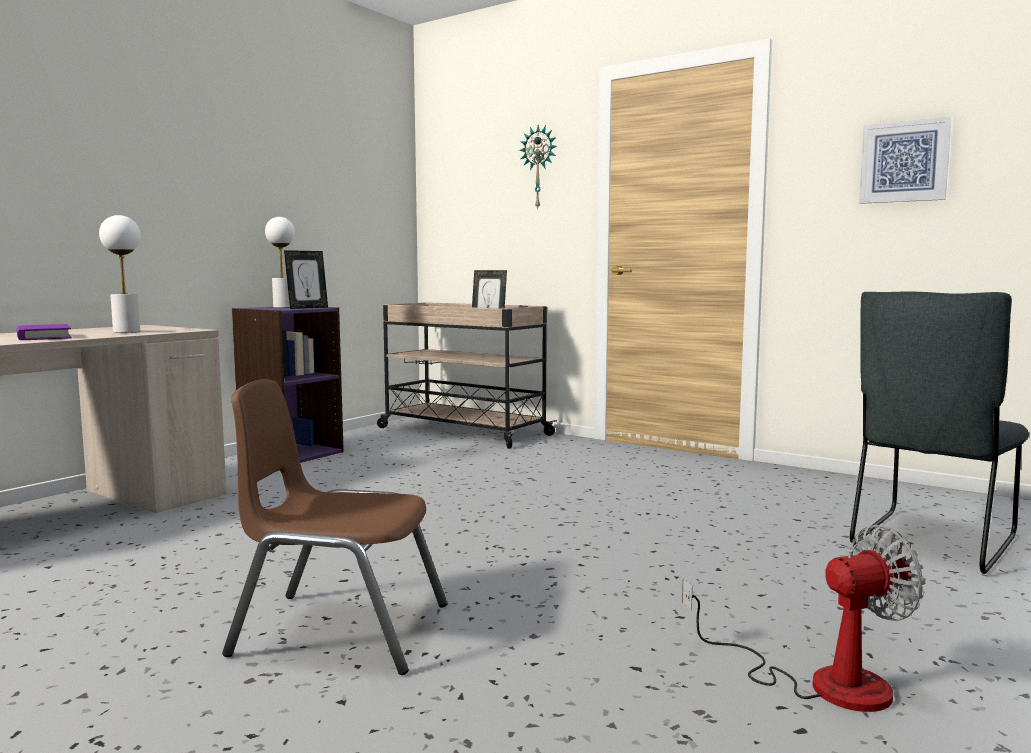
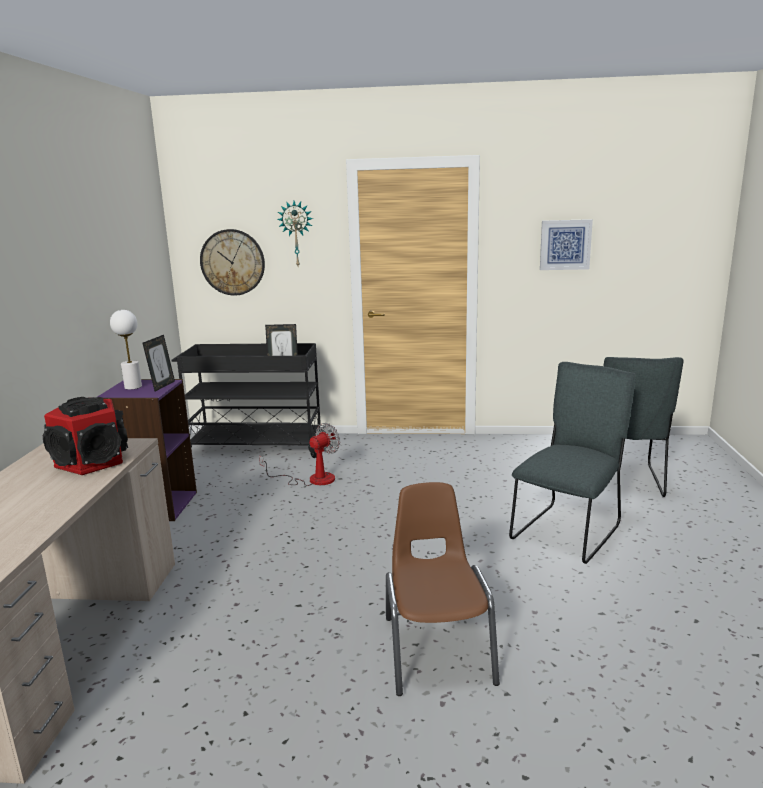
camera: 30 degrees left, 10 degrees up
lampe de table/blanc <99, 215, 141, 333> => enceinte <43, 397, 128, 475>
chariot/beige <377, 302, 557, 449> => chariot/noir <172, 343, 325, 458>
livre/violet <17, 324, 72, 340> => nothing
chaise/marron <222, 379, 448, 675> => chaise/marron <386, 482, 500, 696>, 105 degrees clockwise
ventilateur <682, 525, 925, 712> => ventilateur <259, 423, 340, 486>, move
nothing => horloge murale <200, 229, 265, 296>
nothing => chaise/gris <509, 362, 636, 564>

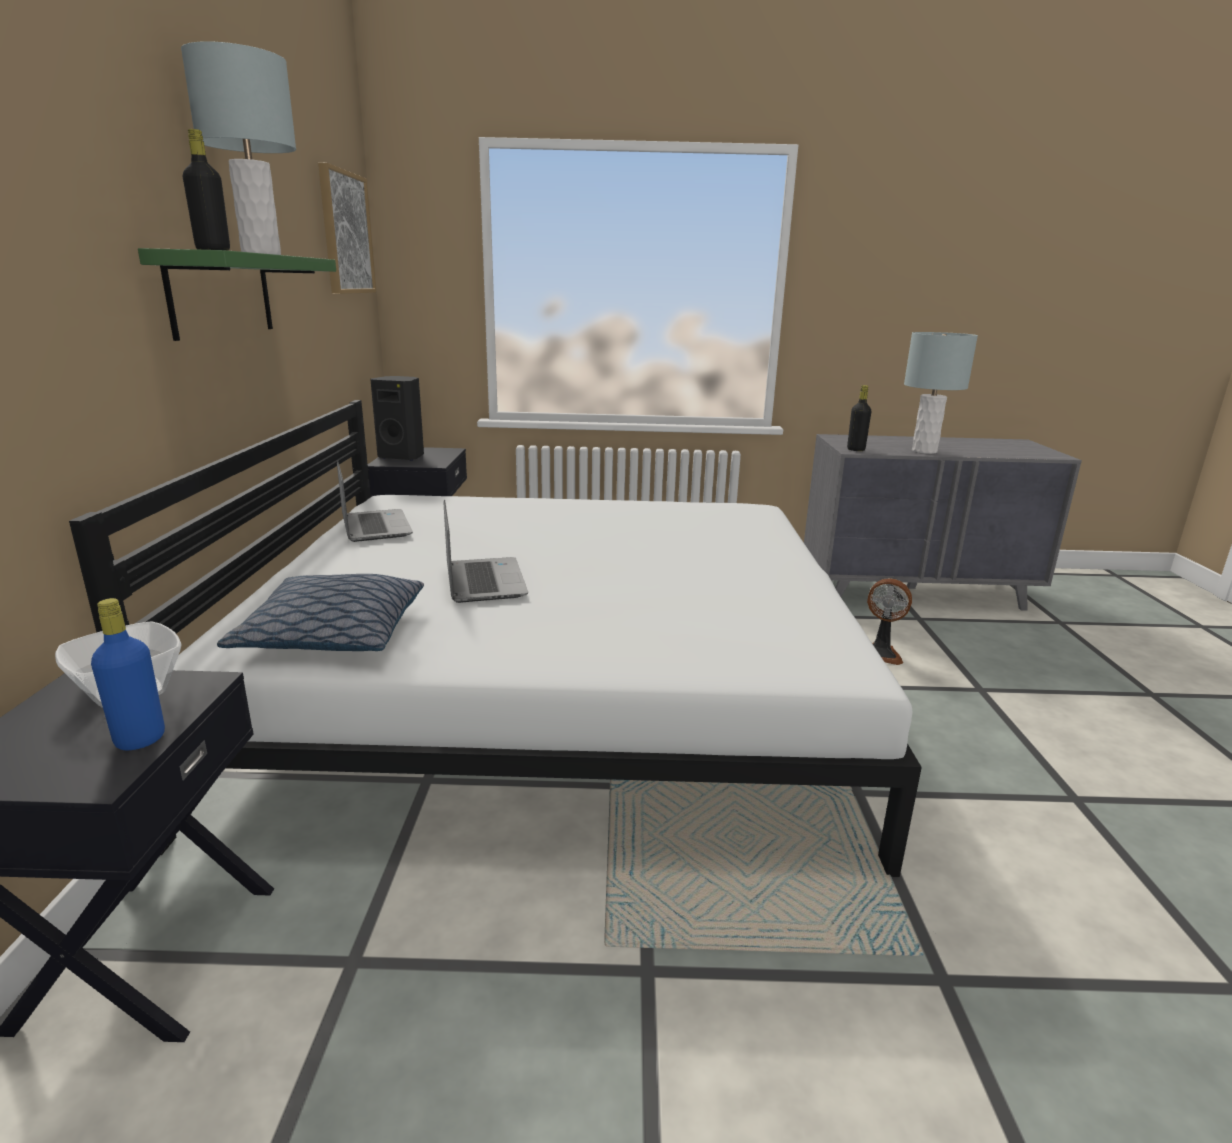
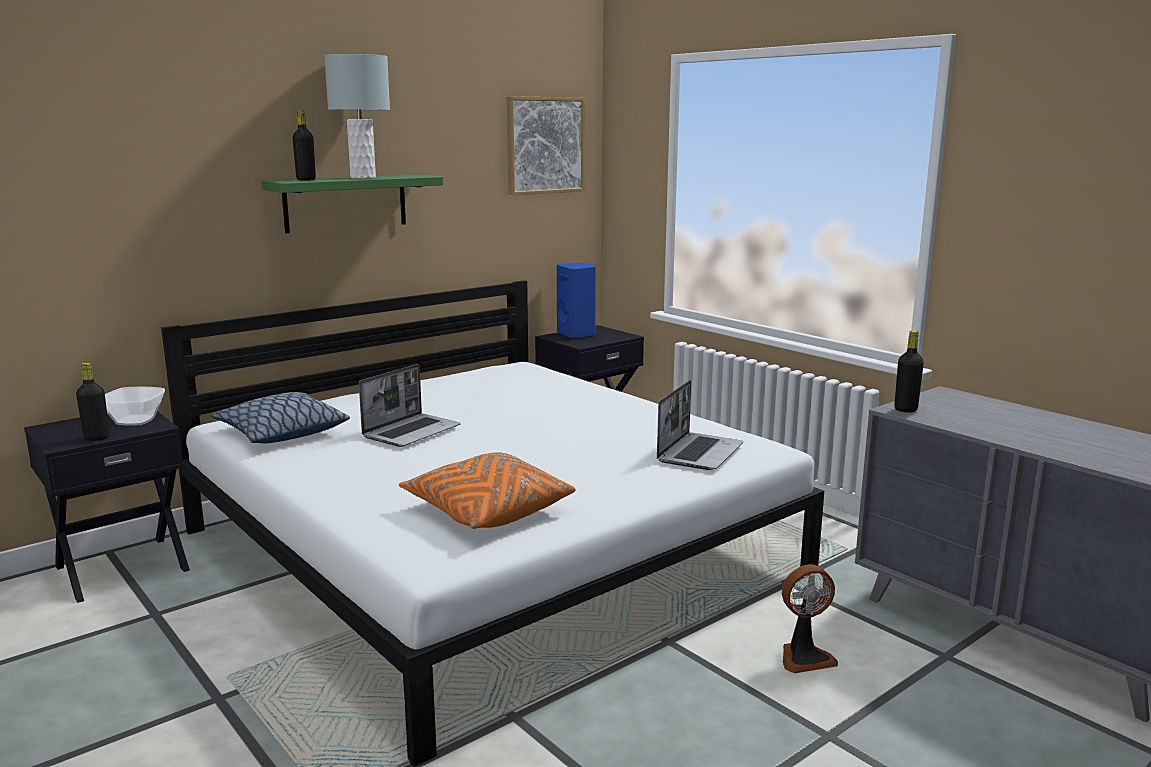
camera: 50 degrees right, 5 degrees down
lampe de table/gris <904, 332, 978, 454> => nothing
enceinte/noir <370, 376, 424, 461> => enceinte/bleu <557, 263, 596, 339>
ordinateur portable <337, 461, 413, 542> => ordinateur portable <657, 380, 743, 470>, move
ventilateur <867, 578, 912, 665> => ventilateur <782, 564, 838, 674>, 90 degrees counterclockwise
bouteille/bleu <91, 598, 165, 750> => bouteille/noir <76, 363, 110, 441>
nothing => coussin/orange <399, 452, 576, 529>

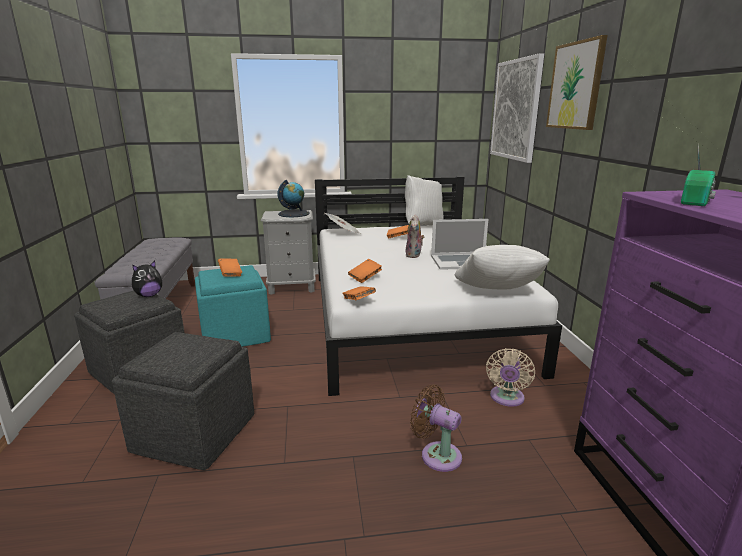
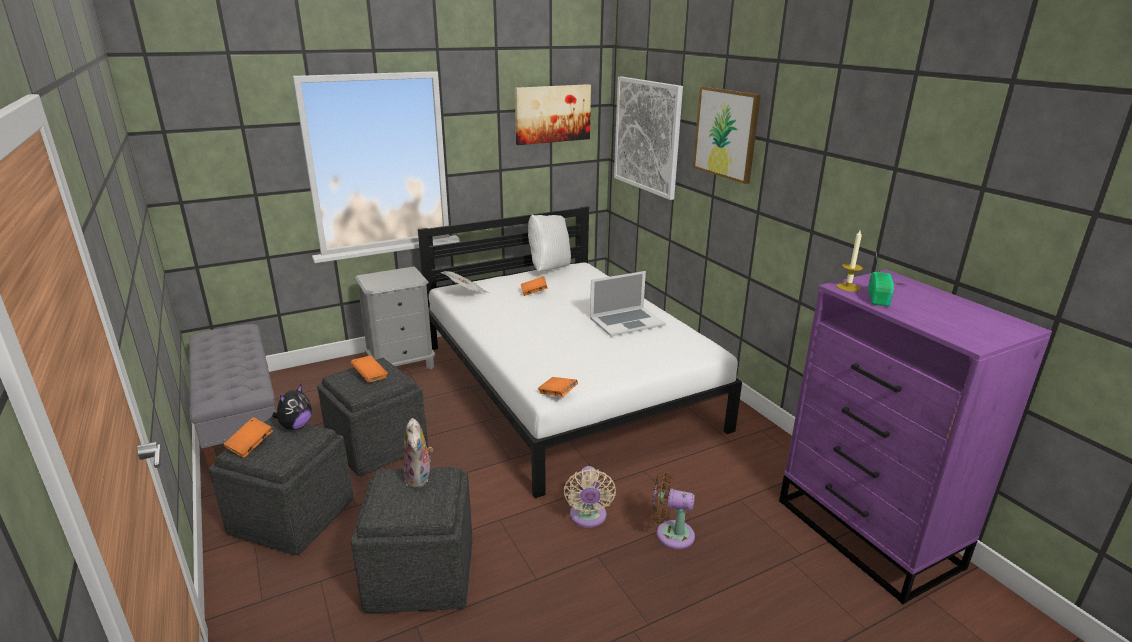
camera: 20 degrees left, 5 degrees up
globe <278, 180, 310, 217> => nothing
peluche <405, 214, 424, 258> => peluche <404, 418, 433, 488>, move
coussin/blanc <455, 245, 550, 290> => nothing
livre/orange <348, 259, 382, 283> => livre/orange <224, 417, 273, 457>, move
pouf/turquoise <195, 265, 271, 347> => pouf/gris <317, 358, 428, 476>
ventilateur/beige <486, 348, 535, 407> => ventilateur/beige <564, 466, 616, 528>, move
nothing => tableau <515, 84, 591, 145>
nothing => bougie <837, 230, 863, 292>

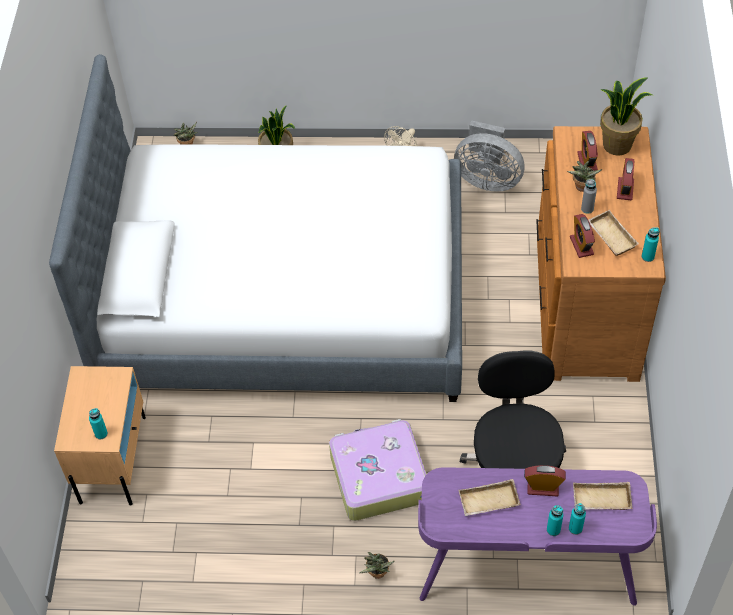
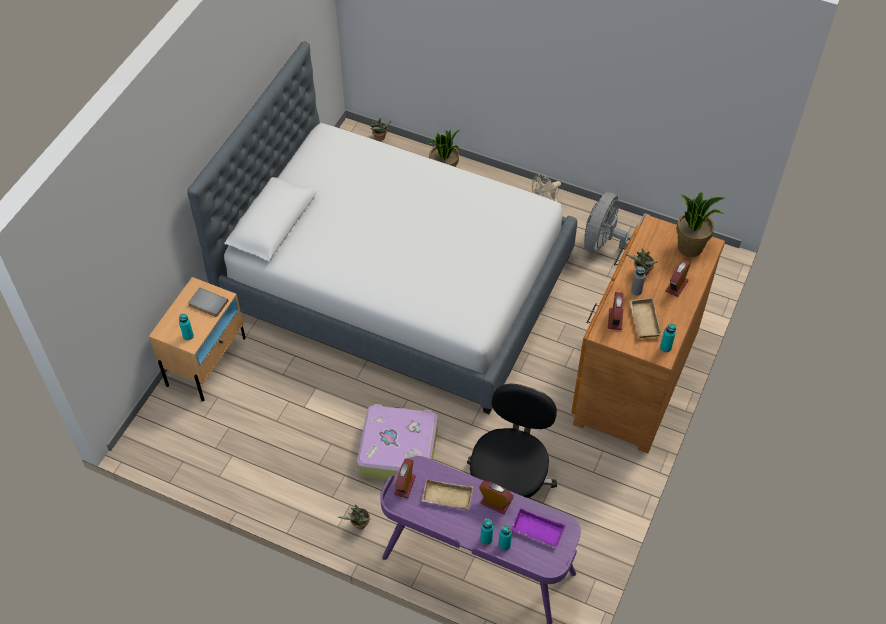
camera: 20 degrees right, 0 degrees up
ventilateur/gris <454, 121, 525, 192> => ventilateur/gris <584, 192, 650, 253>, 75 degrees clockwise
réveil <577, 131, 598, 171> => réveil <394, 458, 416, 498>, move
plateau/beige <573, 482, 633, 510> => plateau/violet <511, 508, 566, 547>
nothing => livre/gris <188, 287, 228, 317>

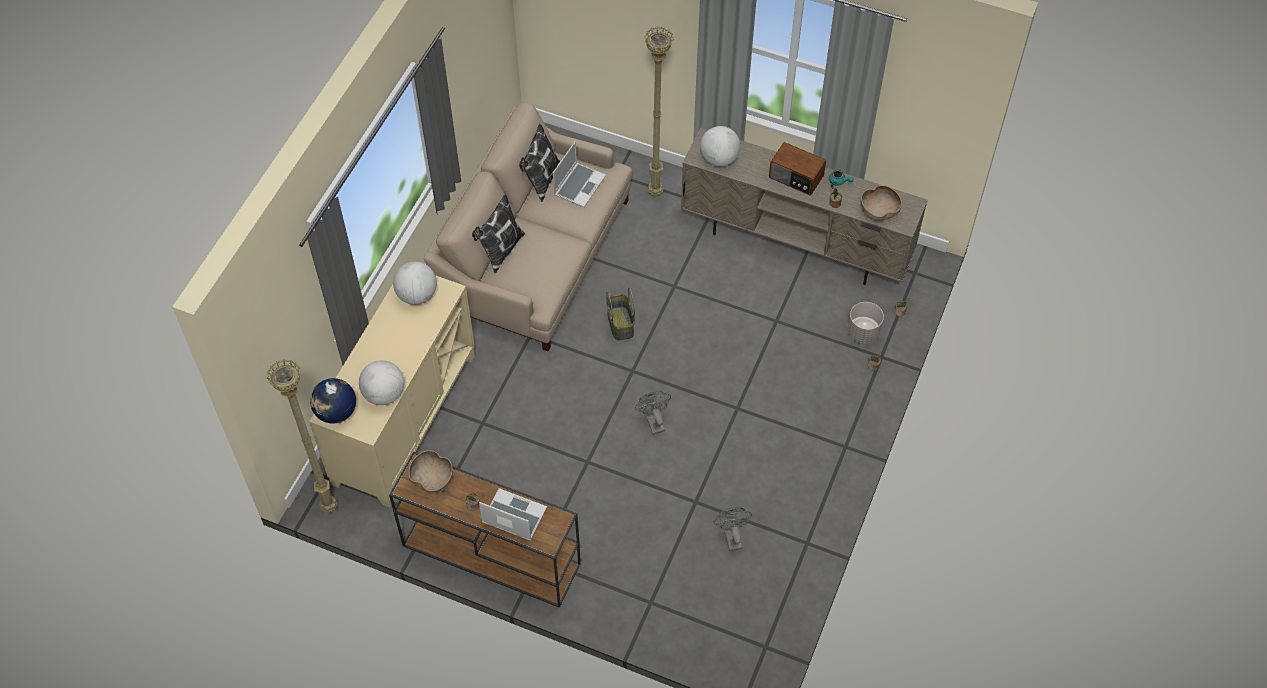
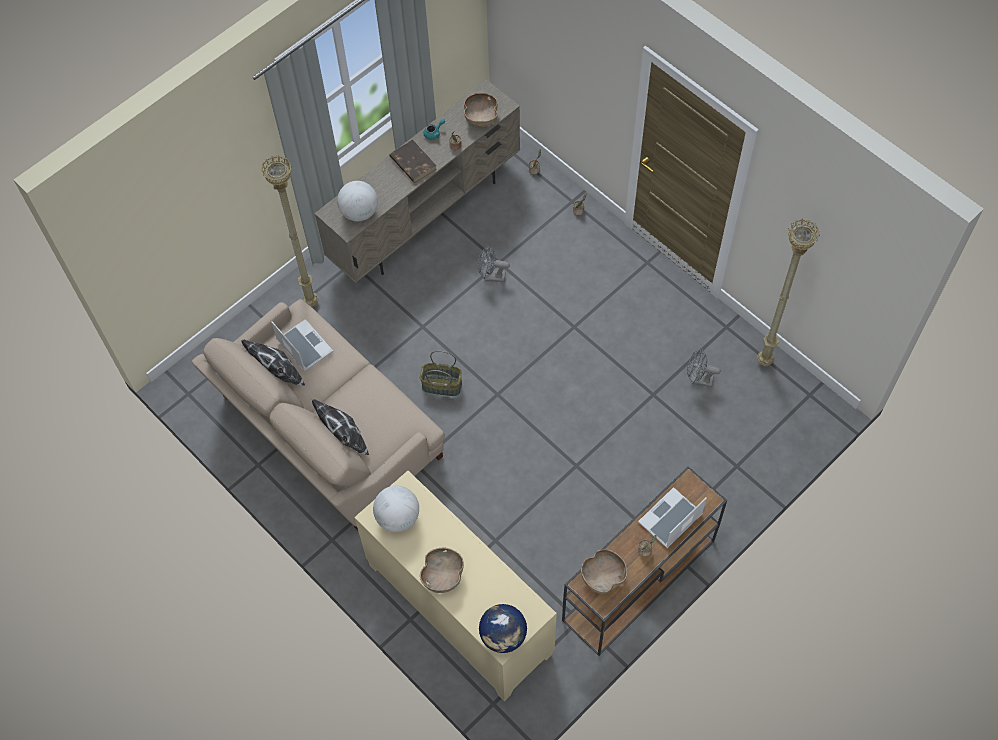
camera: 65 degrees left, 5 degrees up
radio <769, 142, 826, 195> => livre/marron <390, 139, 436, 183>
cache-pot/gris <847, 302, 884, 344> => nothing
lampadaire/beige <267, 359, 337, 514> => lampadaire/beige <757, 219, 820, 366>, move
globe <359, 360, 404, 405> => nothing
ventilateur/gris <635, 391, 671, 435> => ventilateur/gris <478, 245, 510, 282>, move
nothing => bol/marron <420, 548, 464, 593>

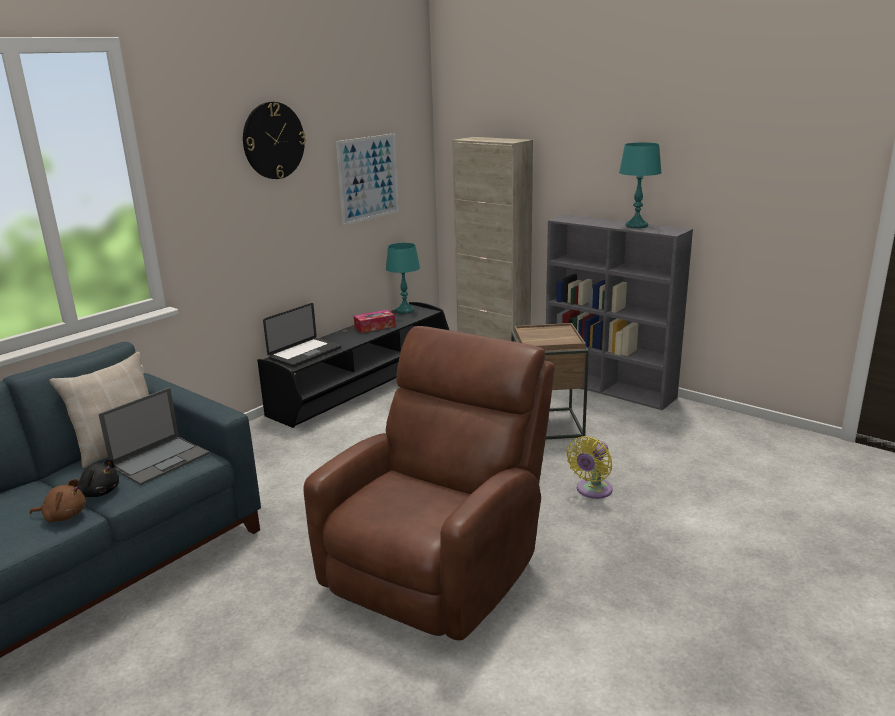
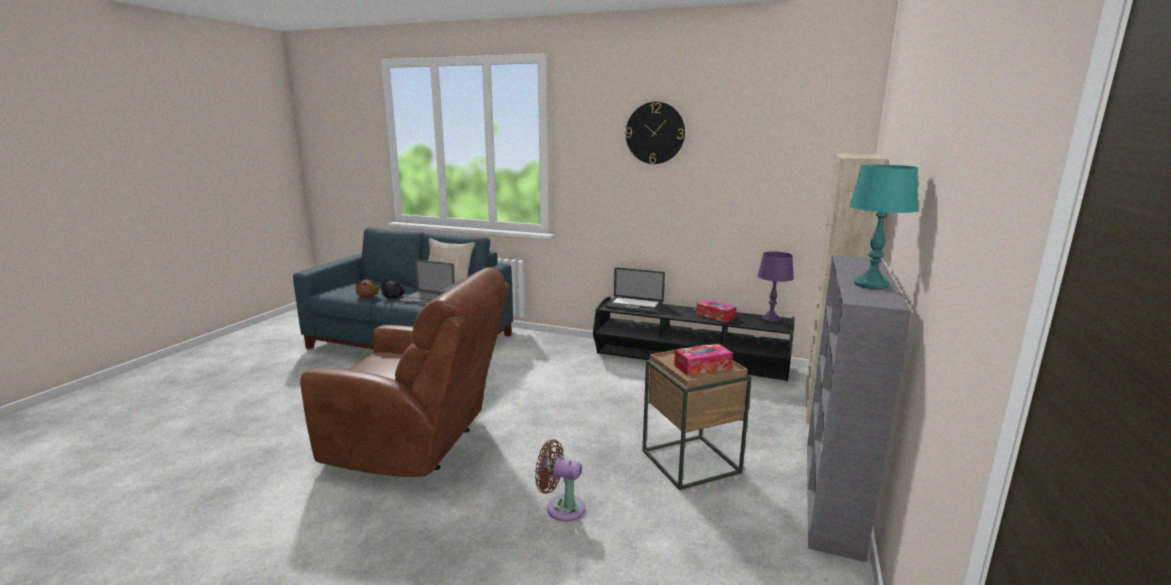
camera: 70 degrees right, 5 degrees down
tableau <336, 133, 399, 225> => nothing
lampe de table/turquoise <386, 243, 420, 314> => lampe de table/violet <757, 251, 794, 323>
ventilateur/jaune <566, 436, 613, 499> => ventilateur/marron <535, 439, 586, 522>
nothing => boîte à mouchoirs <674, 343, 733, 376>

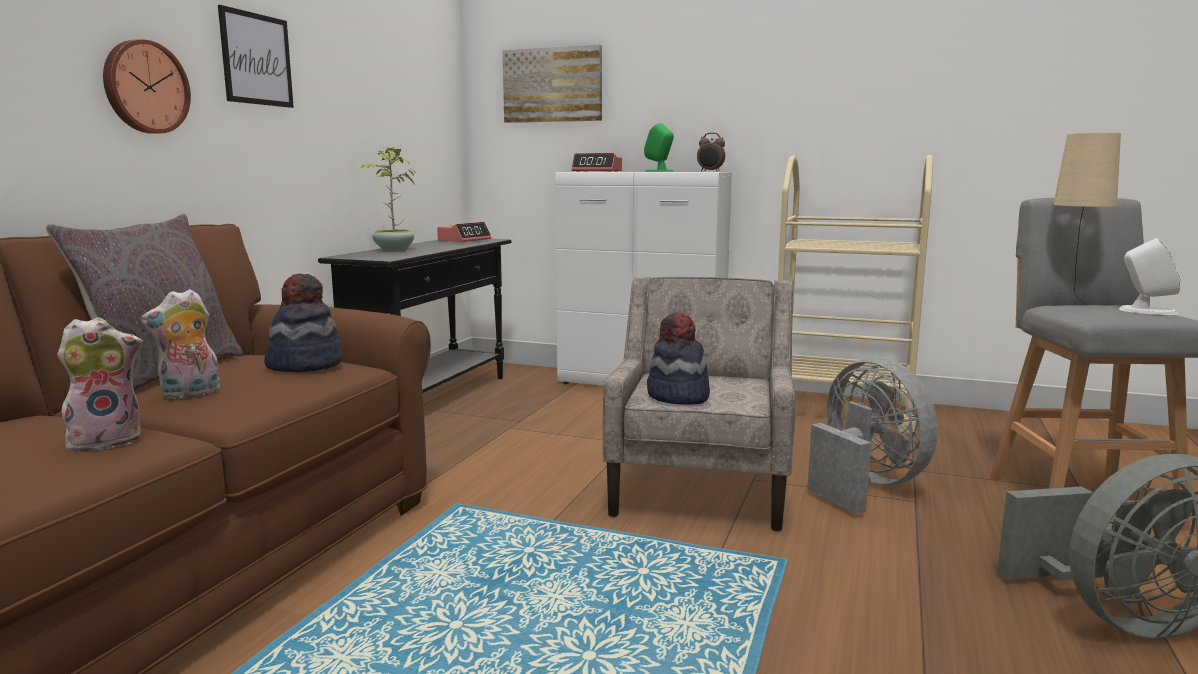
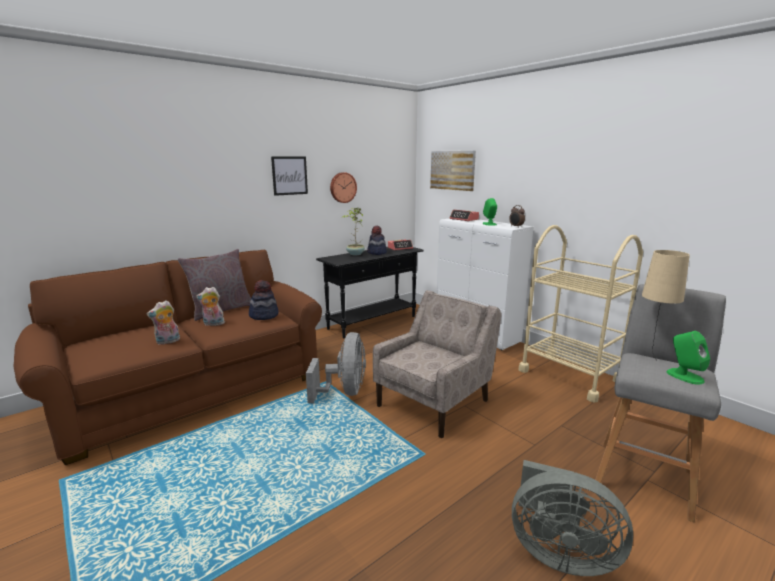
camera: 30 degrees right, 5 degrees up
horloge murale <103, 39, 191, 134> => horloge murale <330, 172, 357, 203>, move
enceinte/blanc <1119, 238, 1180, 315> => enceinte/vert <666, 331, 710, 385>
chapeau <647, 313, 710, 405> => chapeau <367, 226, 387, 255>, move
peluche <57, 317, 143, 451> => peluche <147, 301, 180, 345>, 150 degrees clockwise
ventilateur/gris <807, 358, 938, 514> => ventilateur/gris <306, 332, 366, 403>, move

